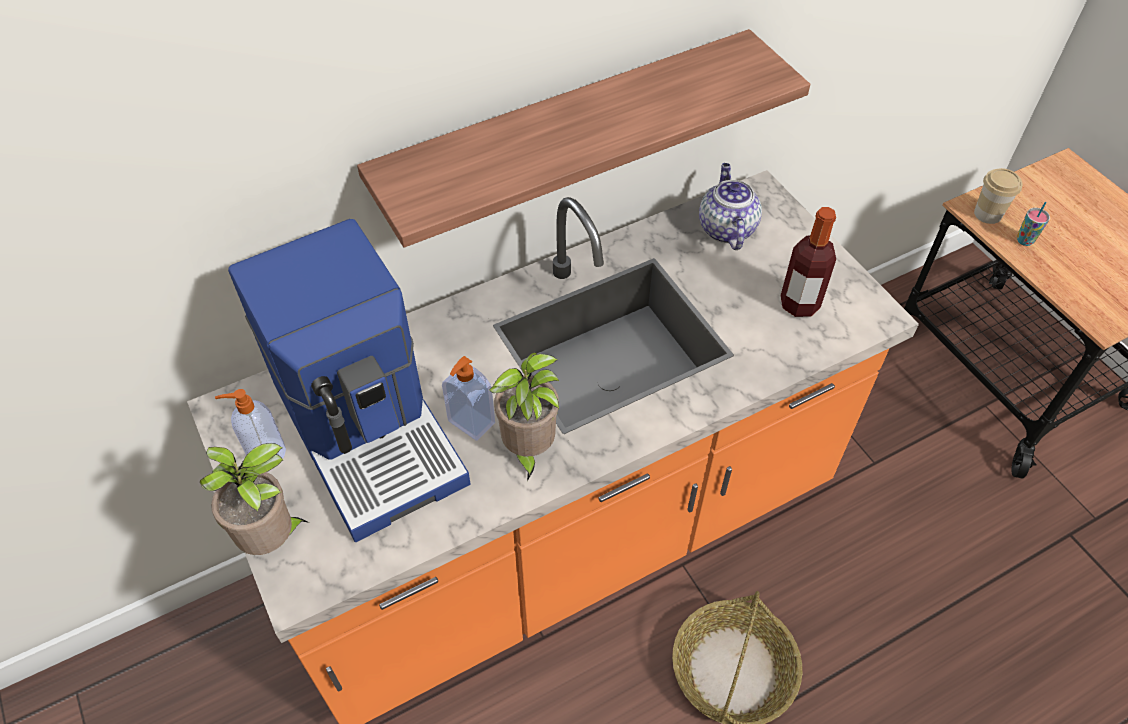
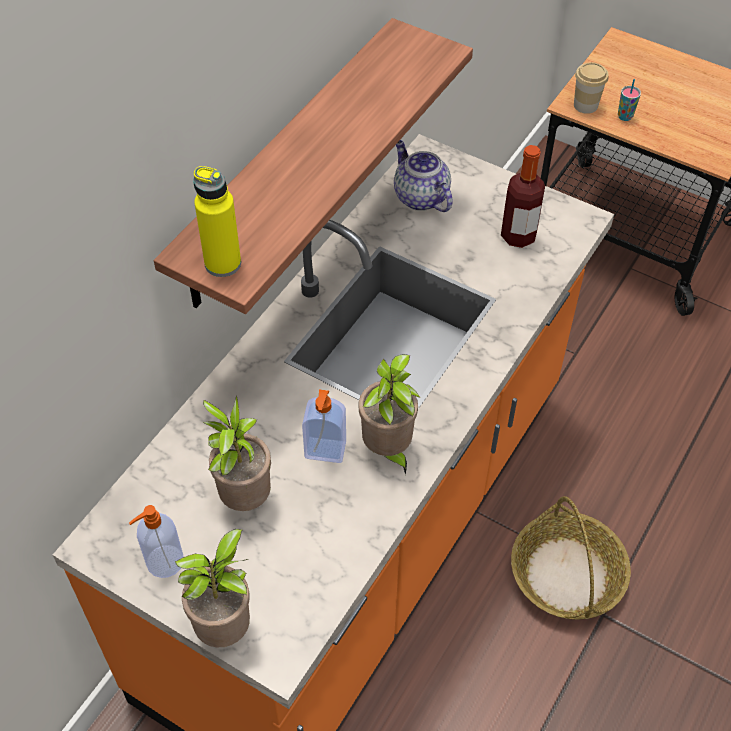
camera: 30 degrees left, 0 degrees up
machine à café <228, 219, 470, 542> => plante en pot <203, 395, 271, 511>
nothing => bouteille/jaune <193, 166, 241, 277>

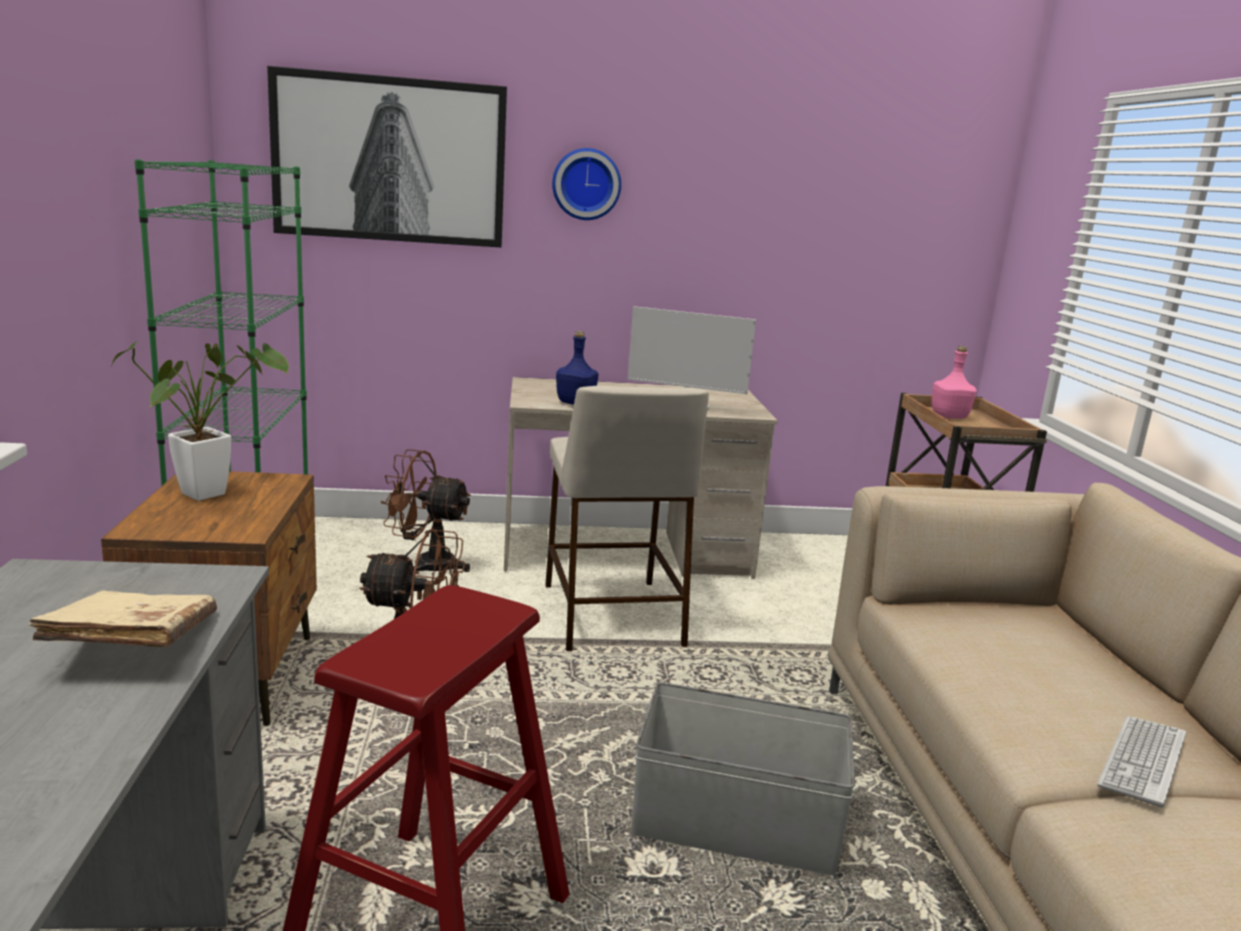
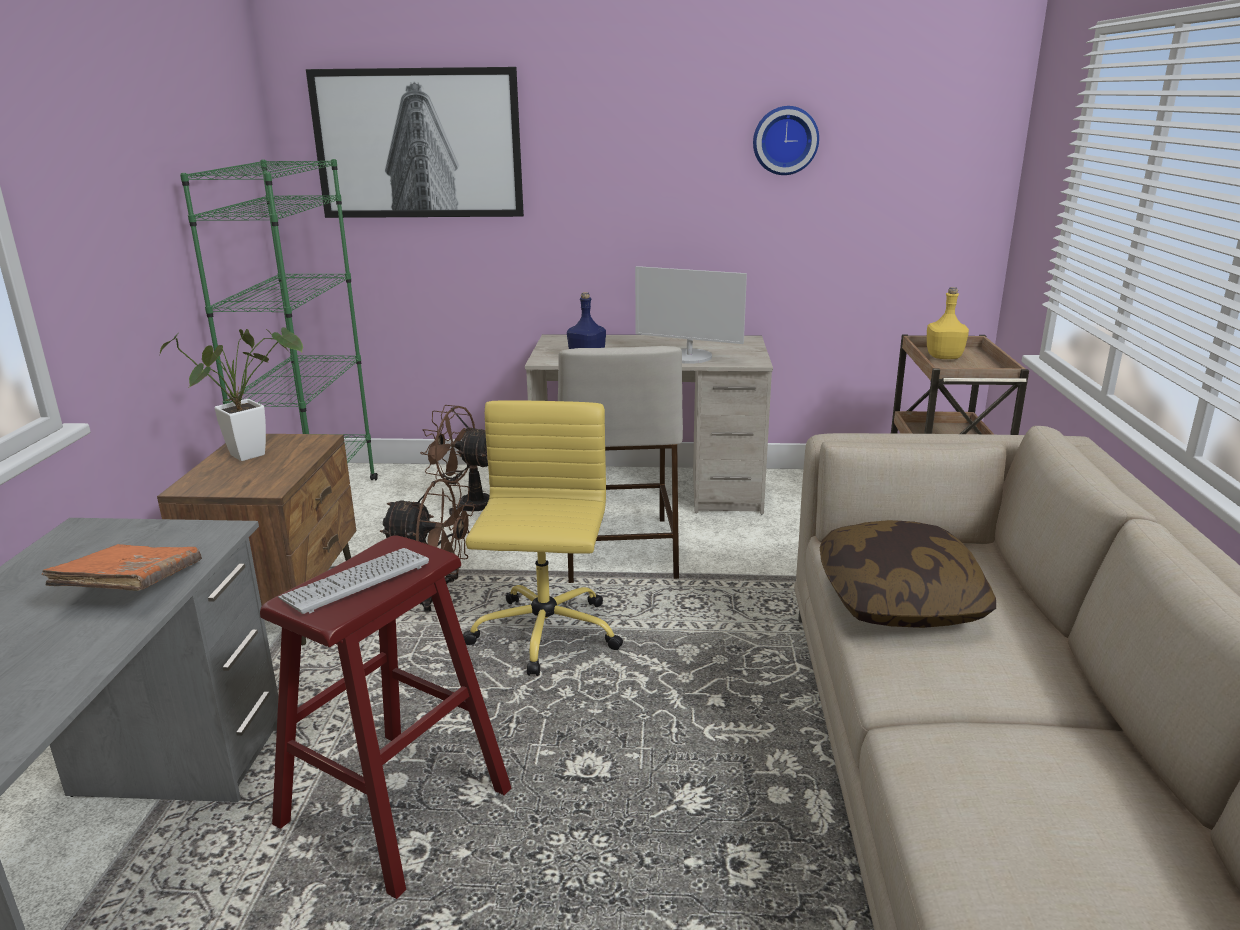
camera: 10 degrees right, 5 degrees up
horloge murale <552, 148, 621, 220> => horloge murale <753, 106, 819, 175>, move
bouteille/rose <932, 345, 977, 419> => bouteille/jaune <927, 287, 969, 359>
livre/beige <29, 590, 217, 647> => livre/orange <42, 544, 202, 591>
boîte de rangement/gris <631, 682, 855, 875> => nothing
clavier <1097, 716, 1186, 808> => clavier <278, 548, 429, 614>, move
nothing => chaise de bureau/jaune <463, 400, 623, 676>
nothing => coussin <820, 520, 996, 628>

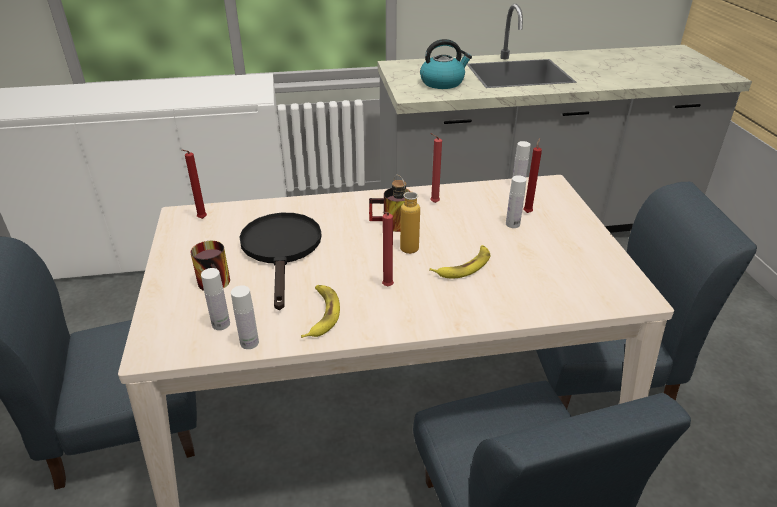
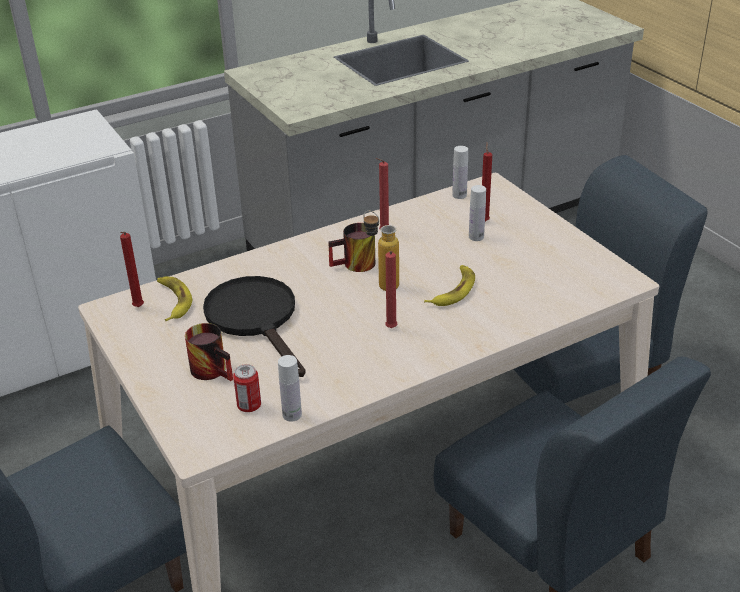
camera: 20 degrees left, 0 degrees up
bouilloire <420, 39, 472, 89> => nothing
bouteille/blanc <201, 268, 230, 330> => boîte métallique <233, 364, 261, 412>
banane <301, 285, 340, 338> => banane <157, 277, 192, 322>, move

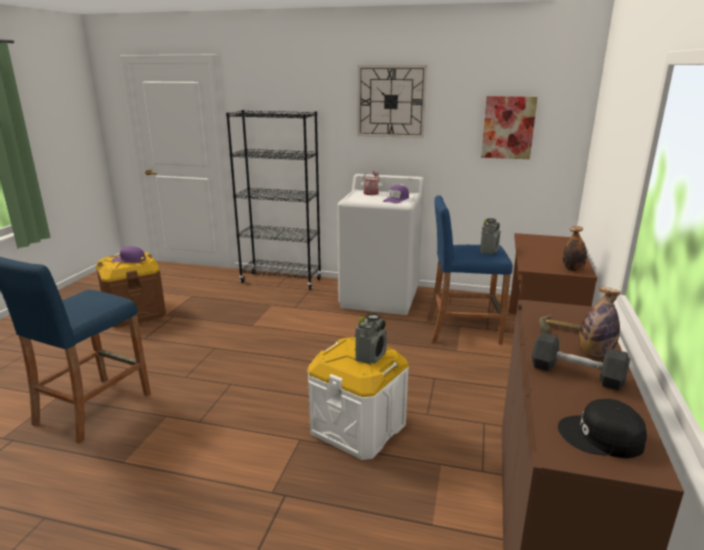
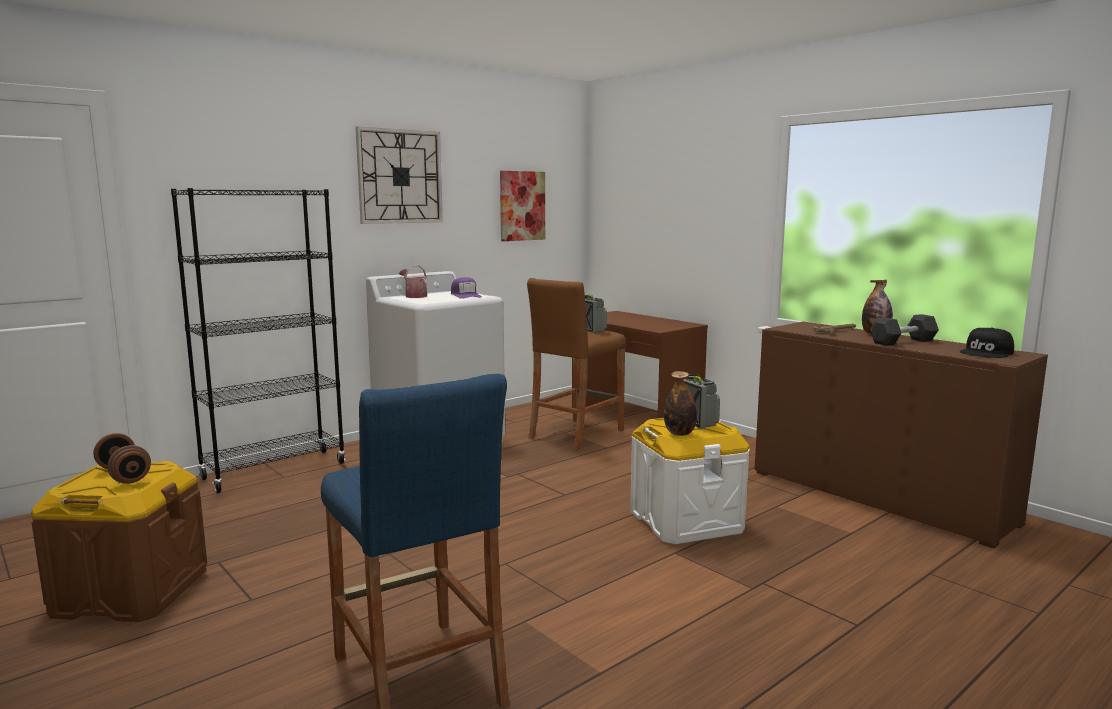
camera: 55 degrees left, 10 degrees down
tabouret/bleu <427, 195, 513, 345> => tabouret/marron <527, 278, 626, 450>
bouteille <563, 226, 587, 271> => bouteille <664, 371, 697, 436>, move
casquette/violet <111, 246, 146, 263> => haltère/marron <93, 433, 151, 484>

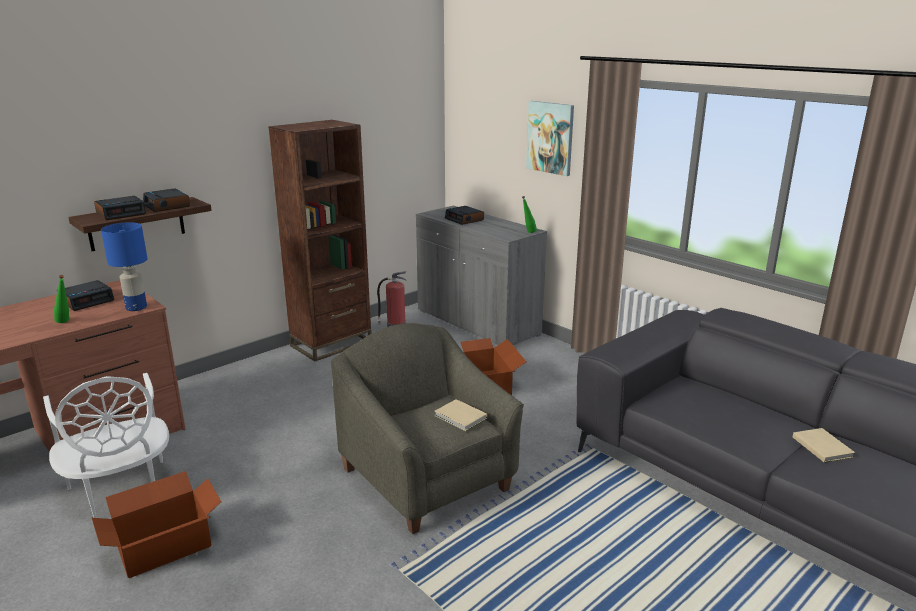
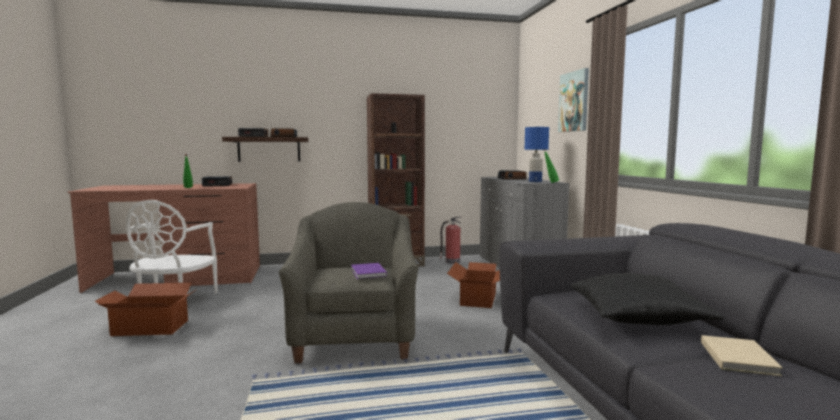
camera: 30 degrees right, 15 degrees down
lampe de table/bleu <101, 222, 148, 311> => lampe de table/bleu <525, 127, 549, 182>, move
livre/beige <434, 399, 487, 431> => livre/violet <351, 263, 387, 279>
nothing => coussin/noir <570, 273, 724, 325>

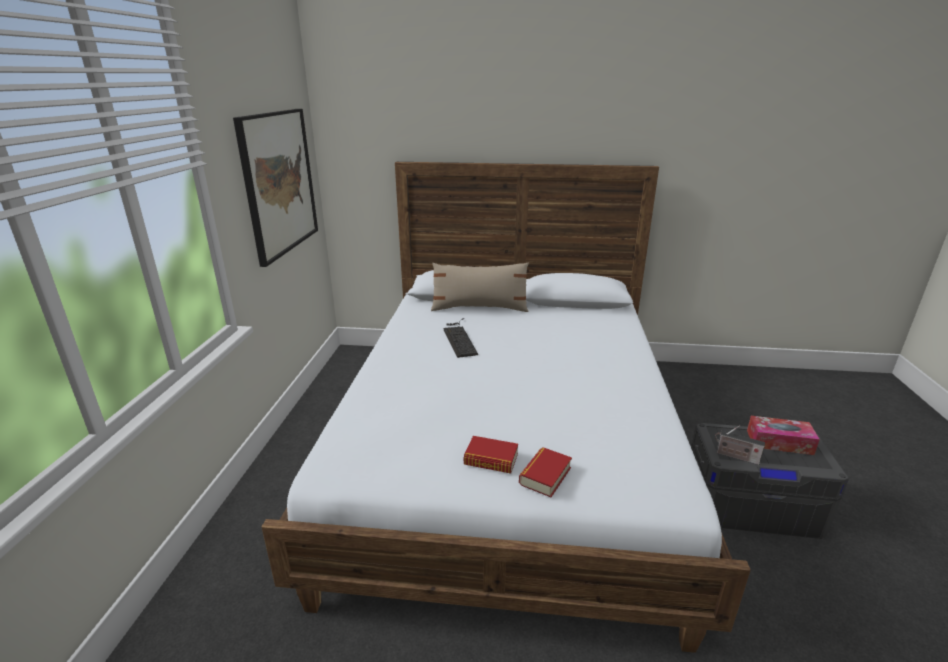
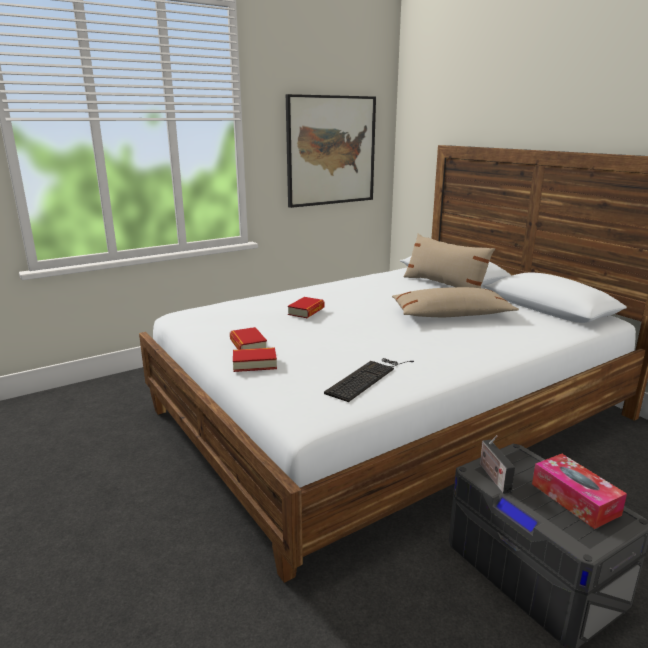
camera: 50 degrees right, 5 degrees down
clavier <443, 318, 478, 358> => clavier <324, 358, 414, 402>, move
nothing => coussin/beige <392, 287, 519, 317>
nothing => livre <287, 297, 325, 318>

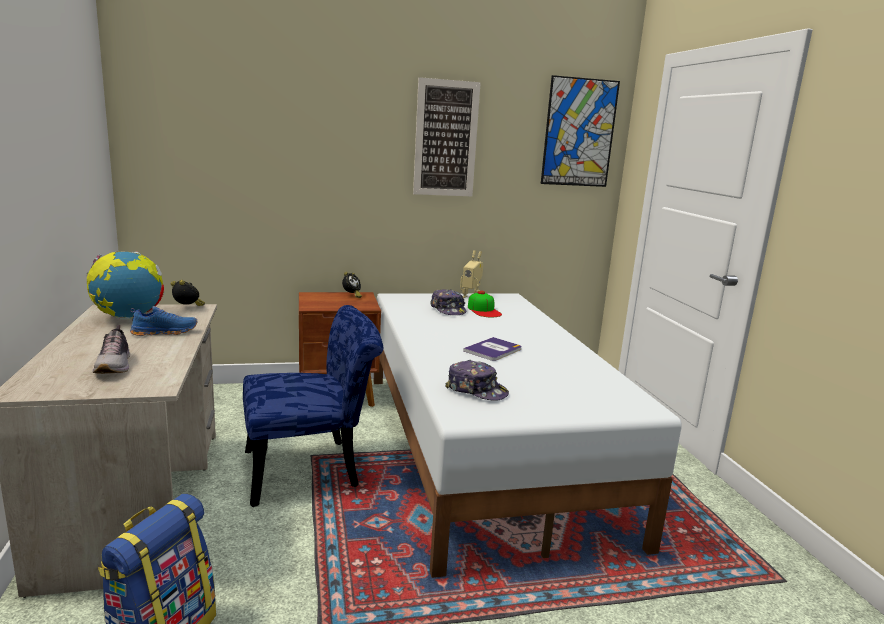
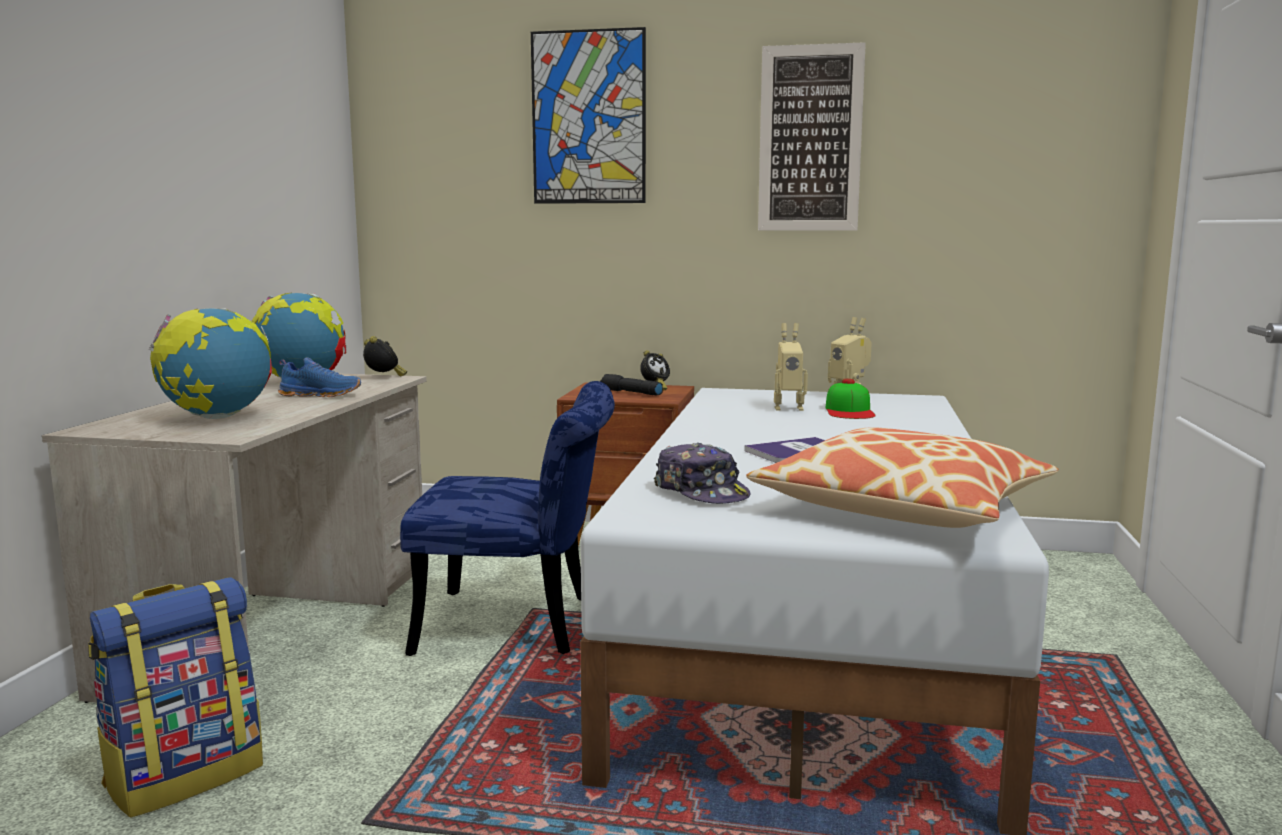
camera: 25 degrees right, 5 degrees down
tableau <541, 75, 620, 187> => tableau <531, 27, 646, 204>, move
casquette <431, 289, 466, 315> => robot jouet <774, 323, 808, 411>
chaussure <92, 325, 130, 374> => globe <149, 308, 272, 419>
nothing => lampe de poche/noir <600, 374, 663, 395>
nothing => coussin <746, 427, 1059, 528>

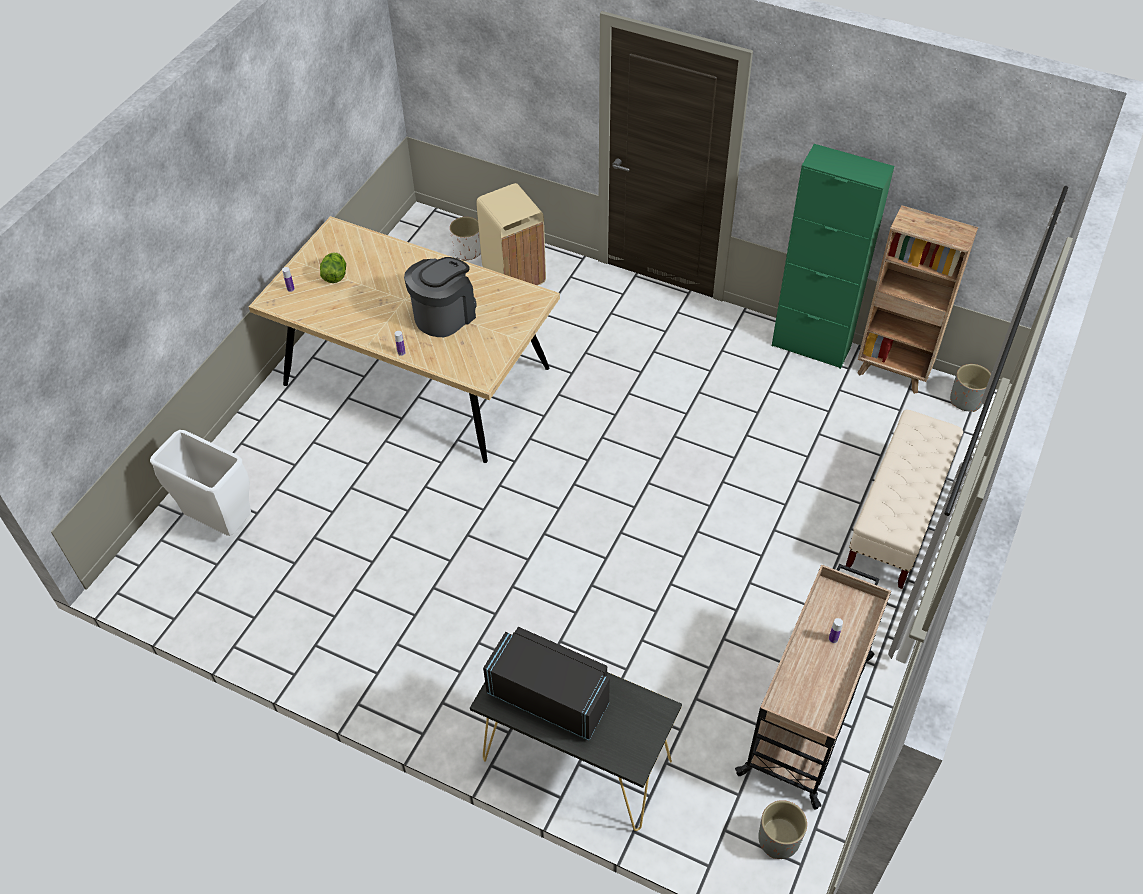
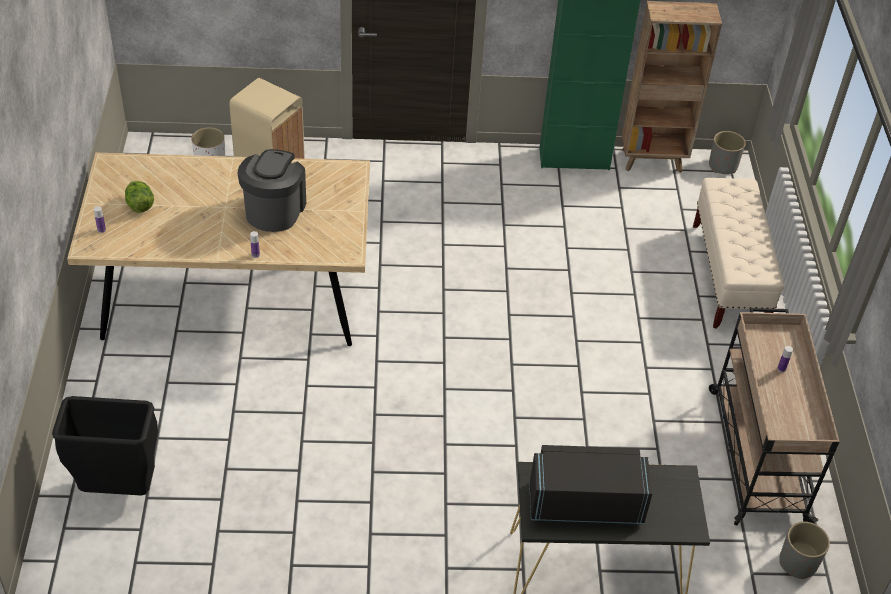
camera: 30 degrees left, 5 degrees down
poubelle/blanc <150, 430, 251, 536> => poubelle/noir <52, 396, 158, 496>

